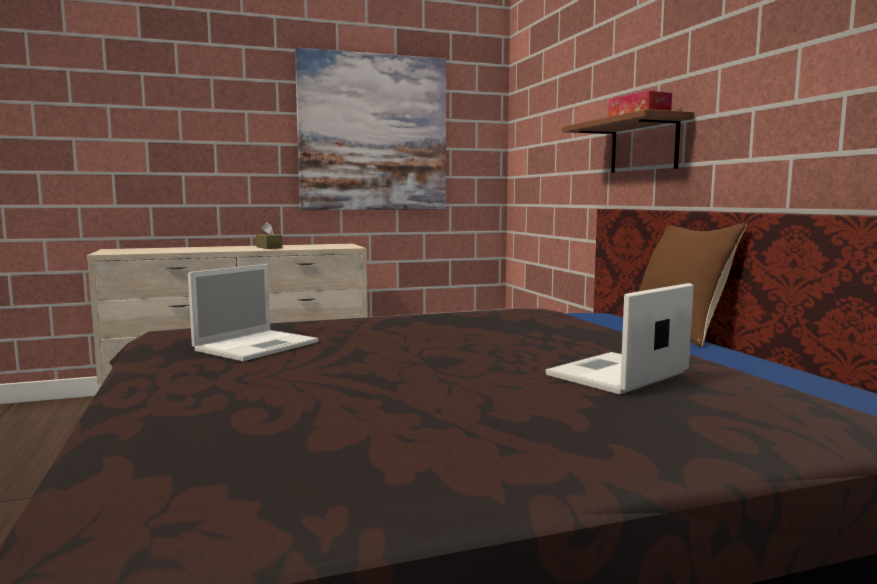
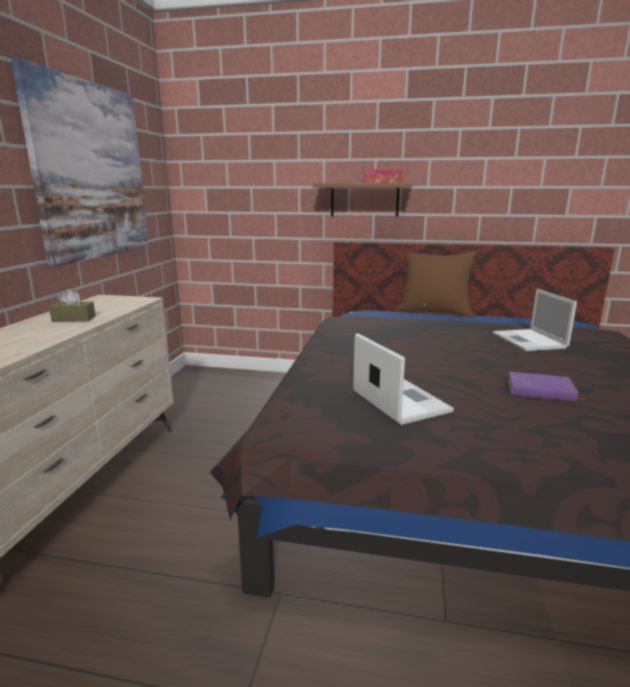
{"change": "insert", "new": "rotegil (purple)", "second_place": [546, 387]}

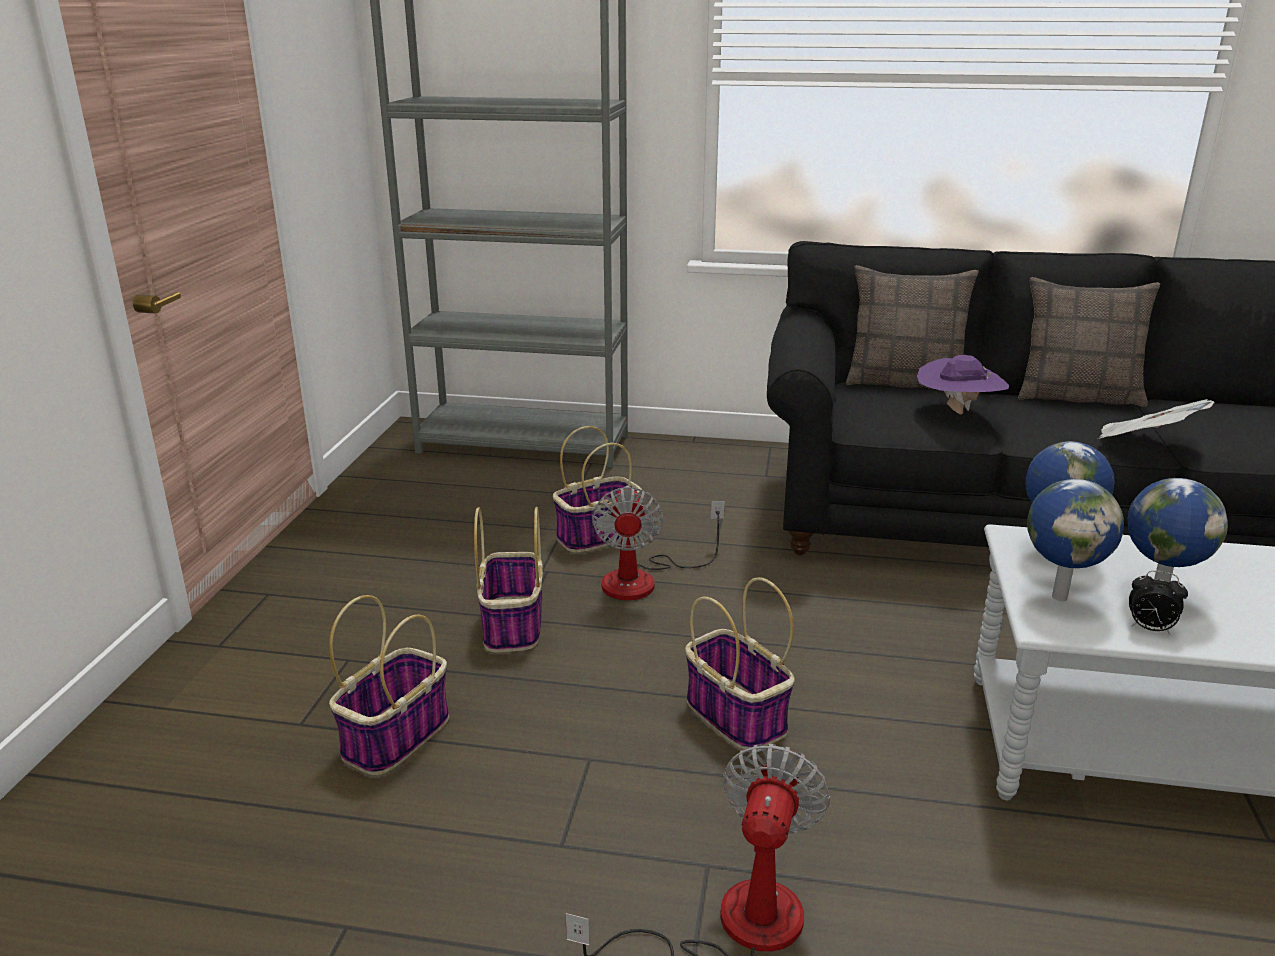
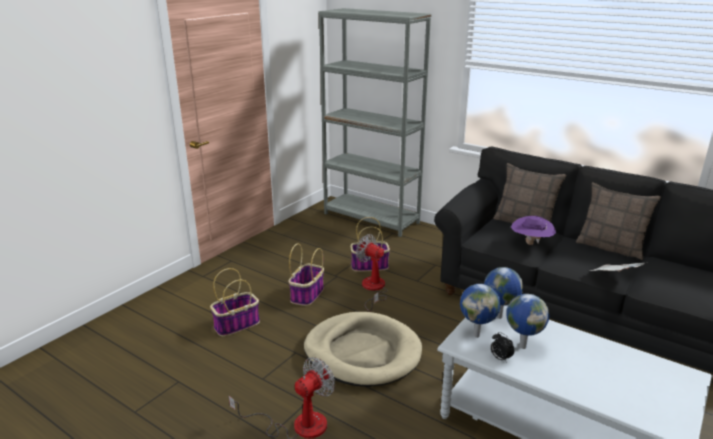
{"change": "rotate", "old": "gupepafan", "first_place": [658, 543], "second_place": [372, 272], "degrees": 105}
{"change": "replace", "old": "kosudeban", "new": "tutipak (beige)", "first_place": [739, 663], "second_place": [363, 349]}

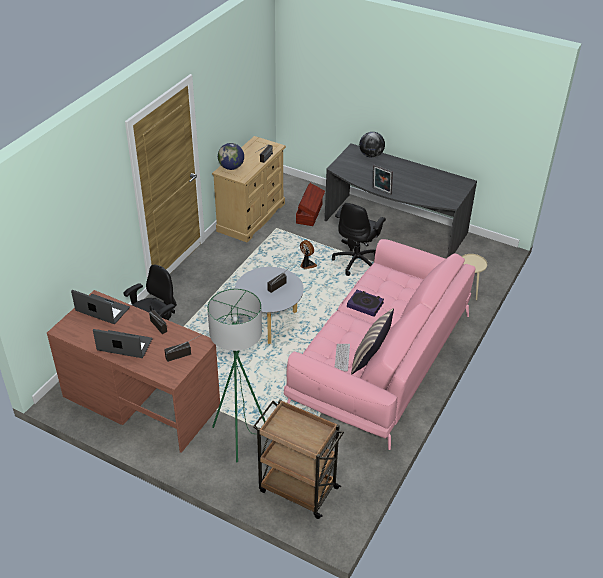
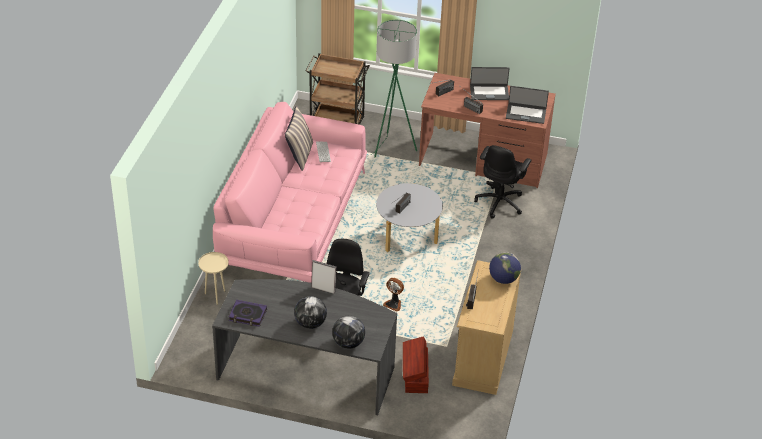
{"change": "move", "old": "rotegil", "first_place": [365, 303], "second_place": [248, 313]}
{"change": "insert", "new": "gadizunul", "second_place": [310, 312]}

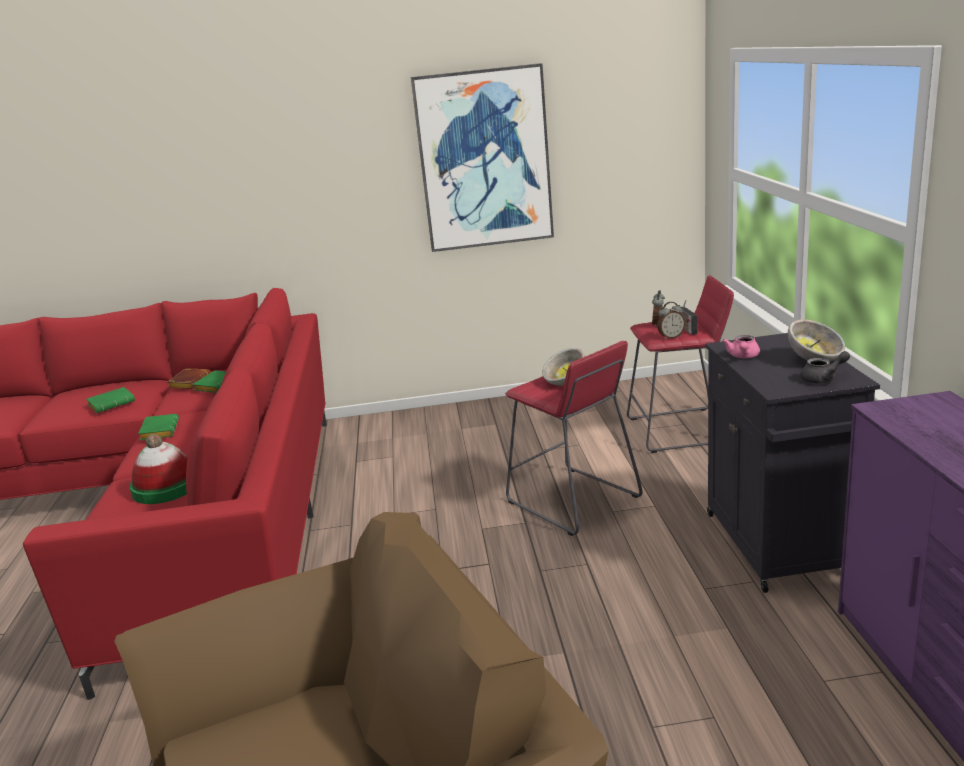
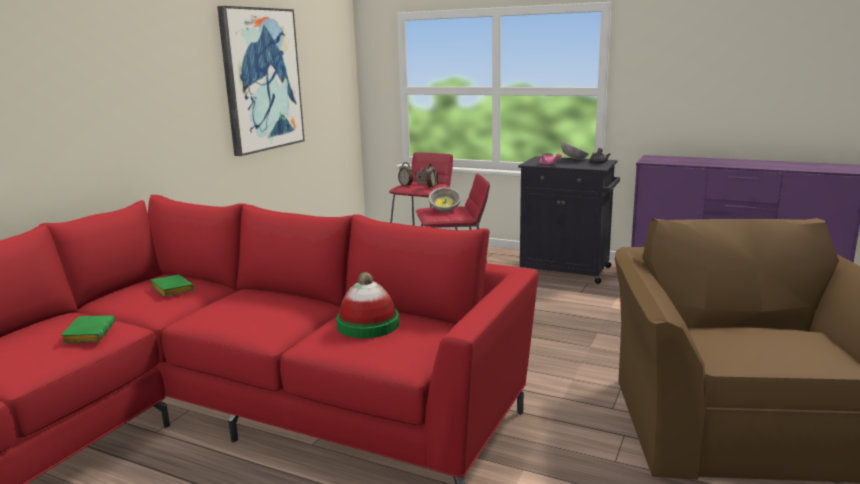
{"change": "delete", "old": "rotegil (green)", "first_place": [158, 427]}
{"change": "delete", "old": "rotegil (brown)", "first_place": [189, 378]}

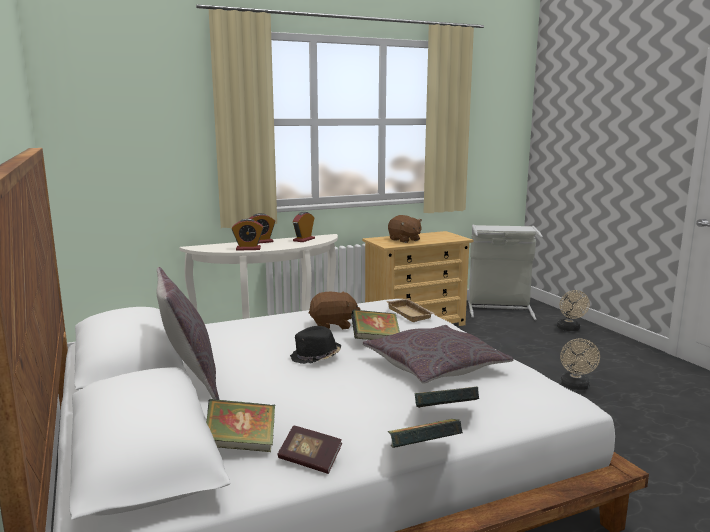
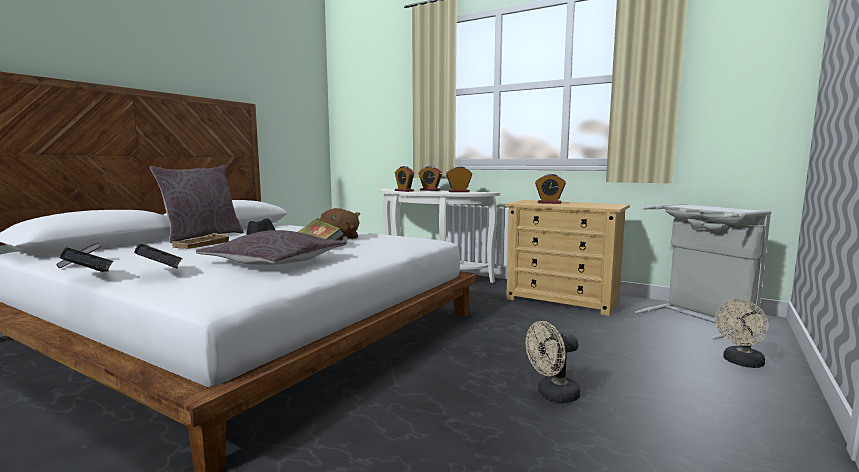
{"change": "delete", "old": "rotegil", "first_place": [240, 425]}
{"change": "move", "old": "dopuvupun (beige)", "first_place": [410, 310], "second_place": [201, 241]}
{"change": "replace", "old": "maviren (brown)", "new": "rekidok", "first_place": [405, 229], "second_place": [550, 189]}

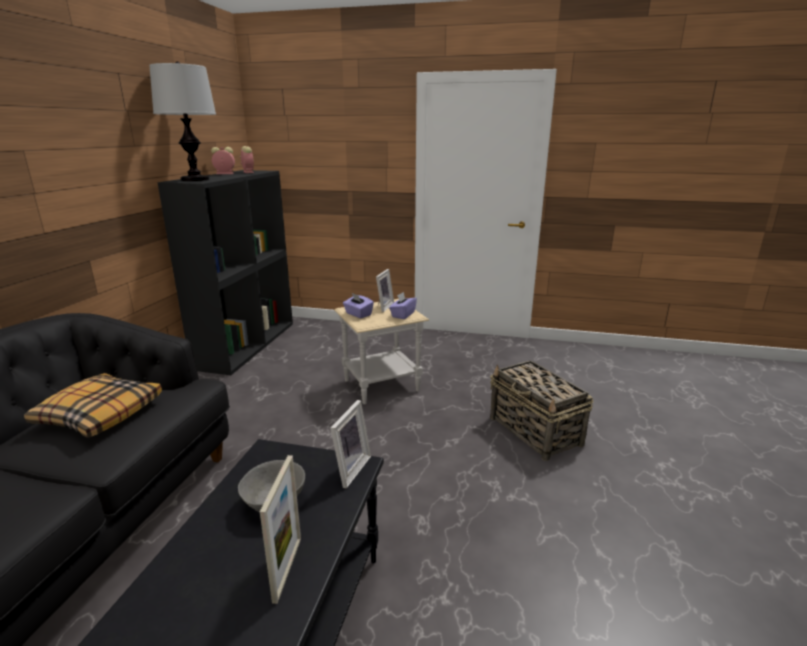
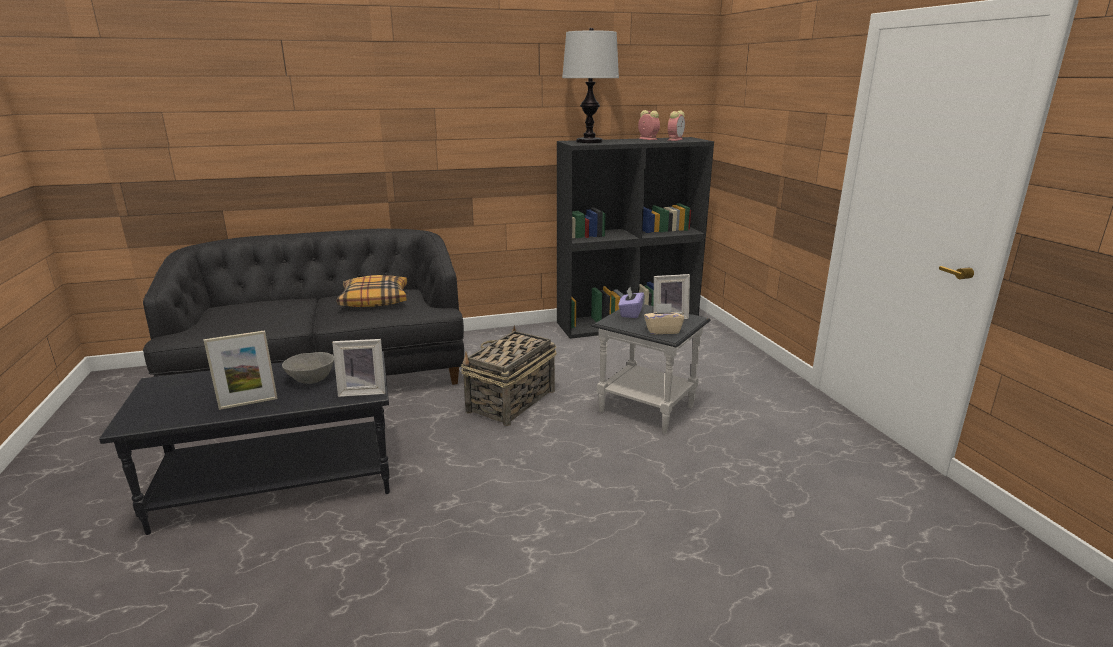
{"change": "recolor", "old": "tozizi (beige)", "new": "tozizi (black)", "first_place": [381, 351], "second_place": [651, 369]}
{"change": "recolor", "old": "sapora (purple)", "new": "sapora (beige)", "first_place": [403, 305], "second_place": [664, 318]}
{"change": "move", "old": "kosudeban", "first_place": [541, 410], "second_place": [509, 376]}

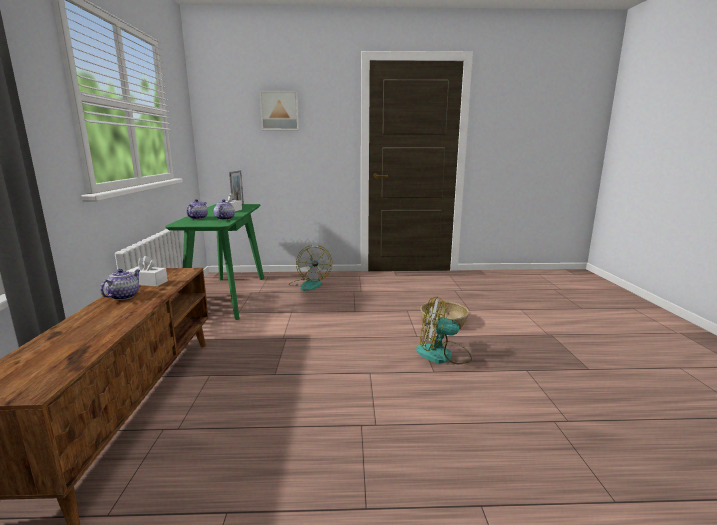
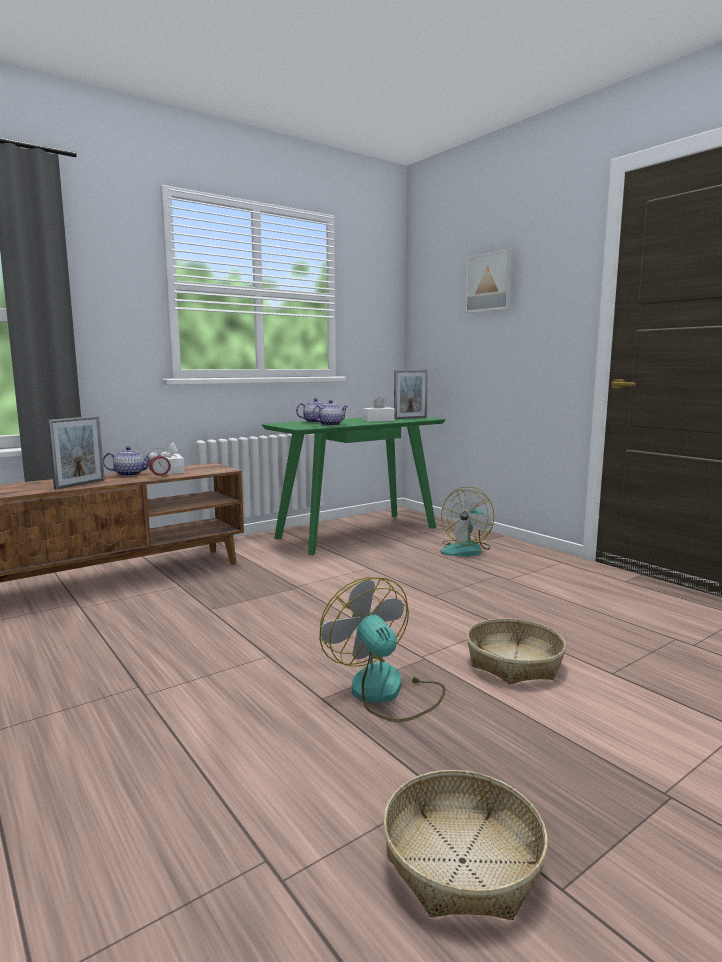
{"change": "insert", "new": "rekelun", "second_place": [76, 452]}
{"change": "insert", "new": "rekidok", "second_place": [159, 463]}
{"change": "insert", "new": "kosudeban", "second_place": [465, 845]}

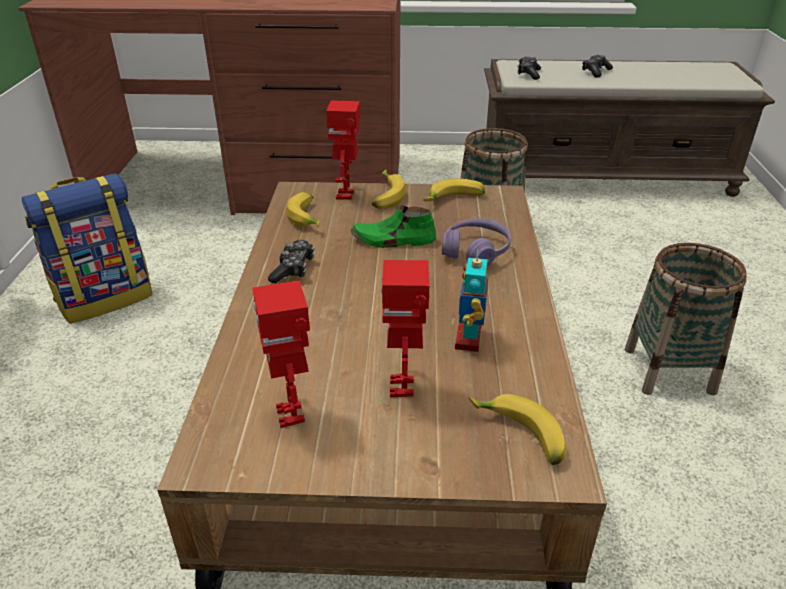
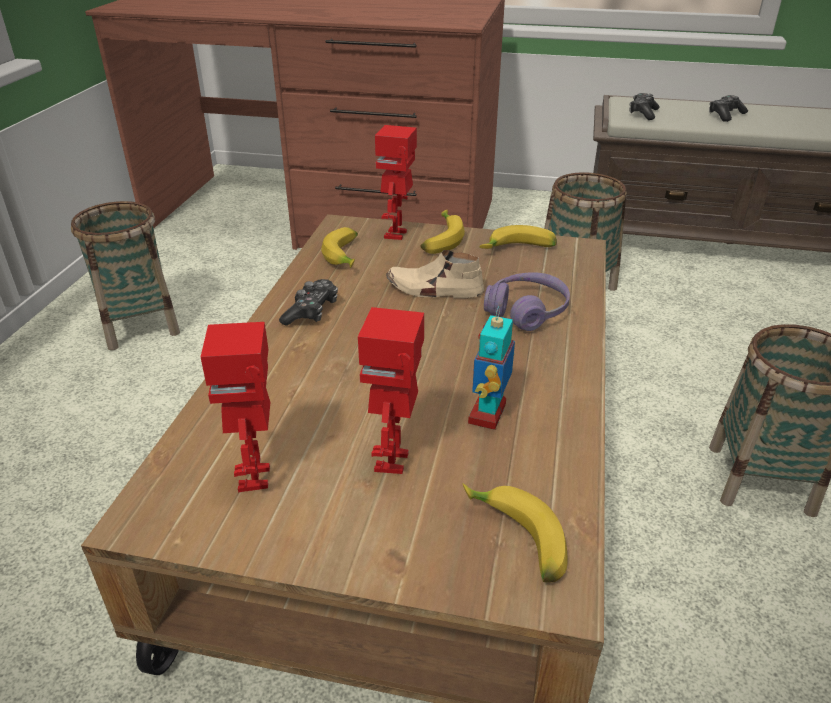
{"change": "replace", "old": "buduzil", "new": "kosudeban", "first_place": [87, 249], "second_place": [125, 275]}
{"change": "recolor", "old": "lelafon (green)", "new": "lelafon (beige)", "first_place": [393, 227], "second_place": [435, 274]}

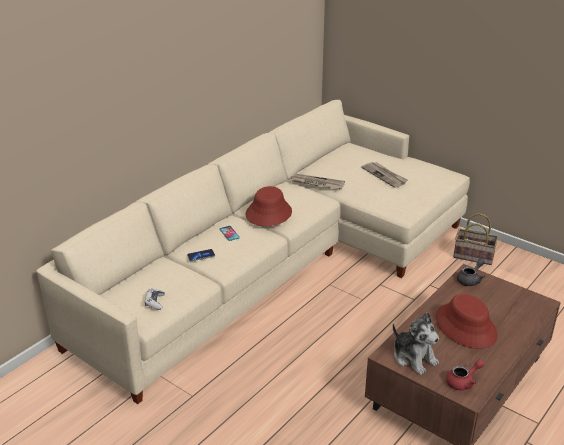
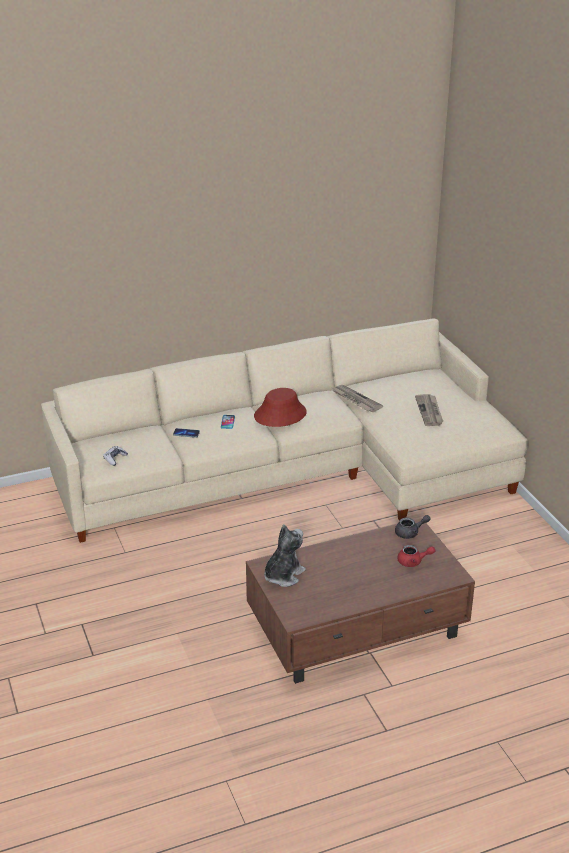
{"change": "rotate", "old": "maviren", "first_place": [416, 343], "second_place": [285, 555], "degrees": -135}
{"change": "delete", "old": "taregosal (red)", "first_place": [467, 321]}
{"change": "move", "old": "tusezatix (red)", "first_place": [465, 374], "second_place": [416, 556]}
{"change": "delete", "old": "kosudeban", "first_place": [475, 239]}

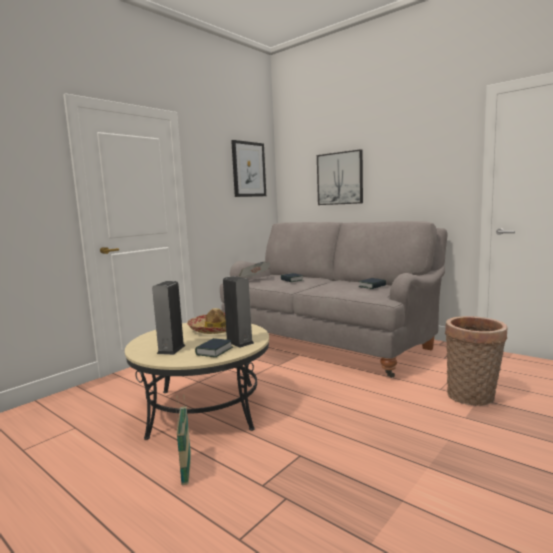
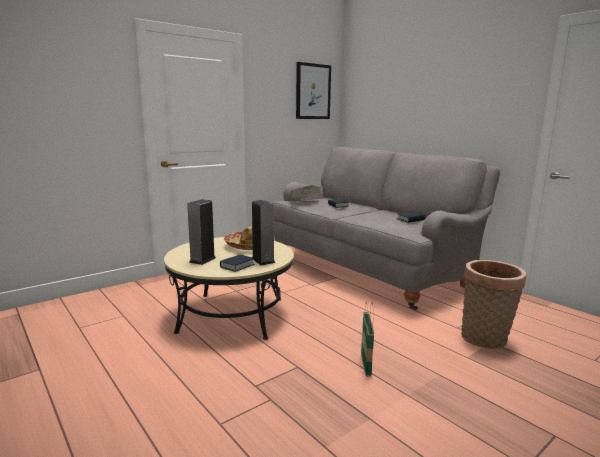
{"change": "move", "old": "kosudeban", "first_place": [183, 440], "second_place": [367, 339]}
{"change": "delete", "old": "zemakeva", "first_place": [340, 177]}

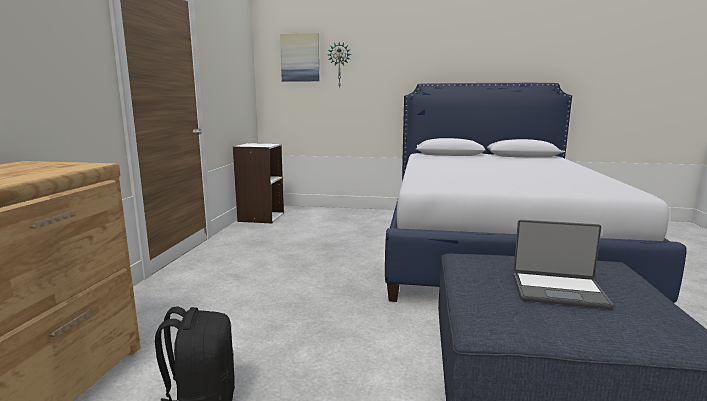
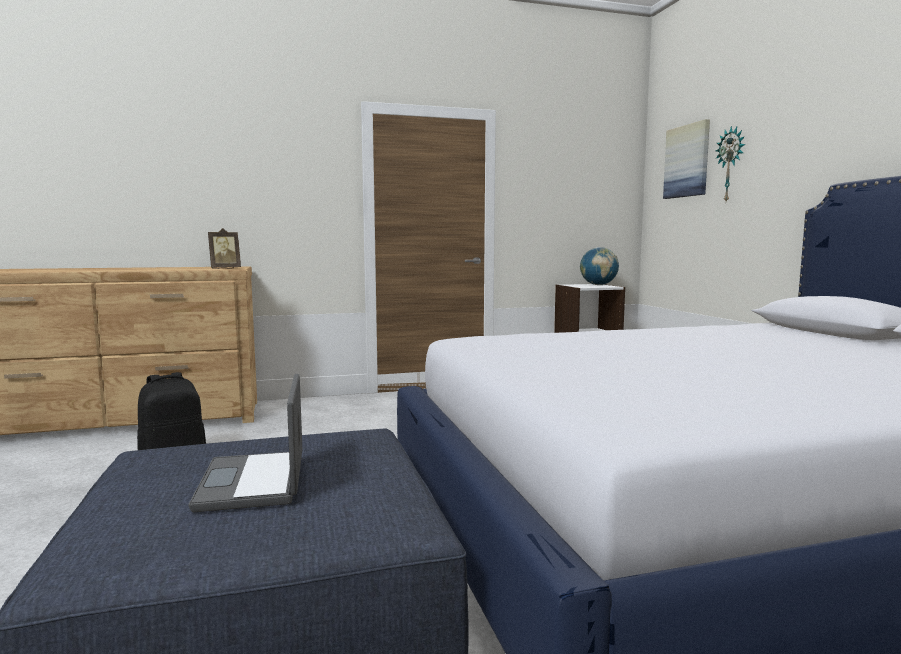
{"change": "insert", "new": "rekelun", "second_place": [224, 248]}
{"change": "insert", "new": "gadizunul", "second_place": [599, 266]}

